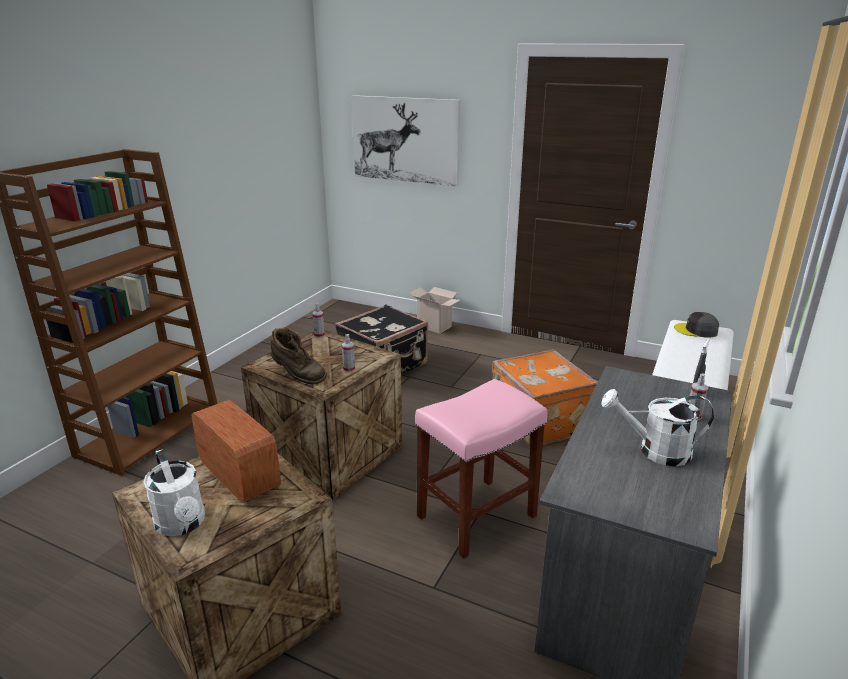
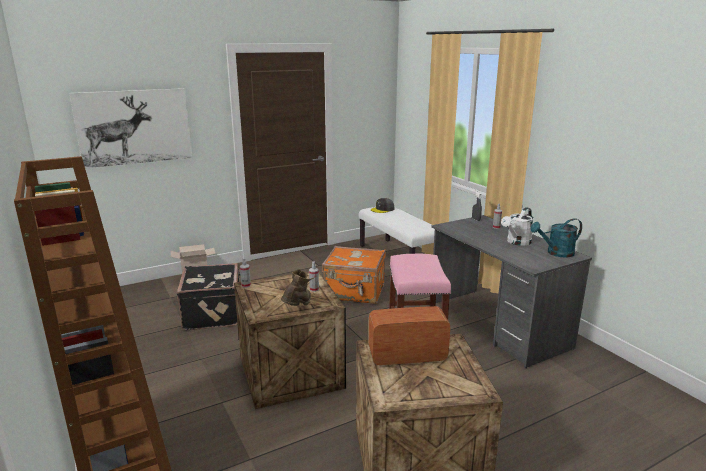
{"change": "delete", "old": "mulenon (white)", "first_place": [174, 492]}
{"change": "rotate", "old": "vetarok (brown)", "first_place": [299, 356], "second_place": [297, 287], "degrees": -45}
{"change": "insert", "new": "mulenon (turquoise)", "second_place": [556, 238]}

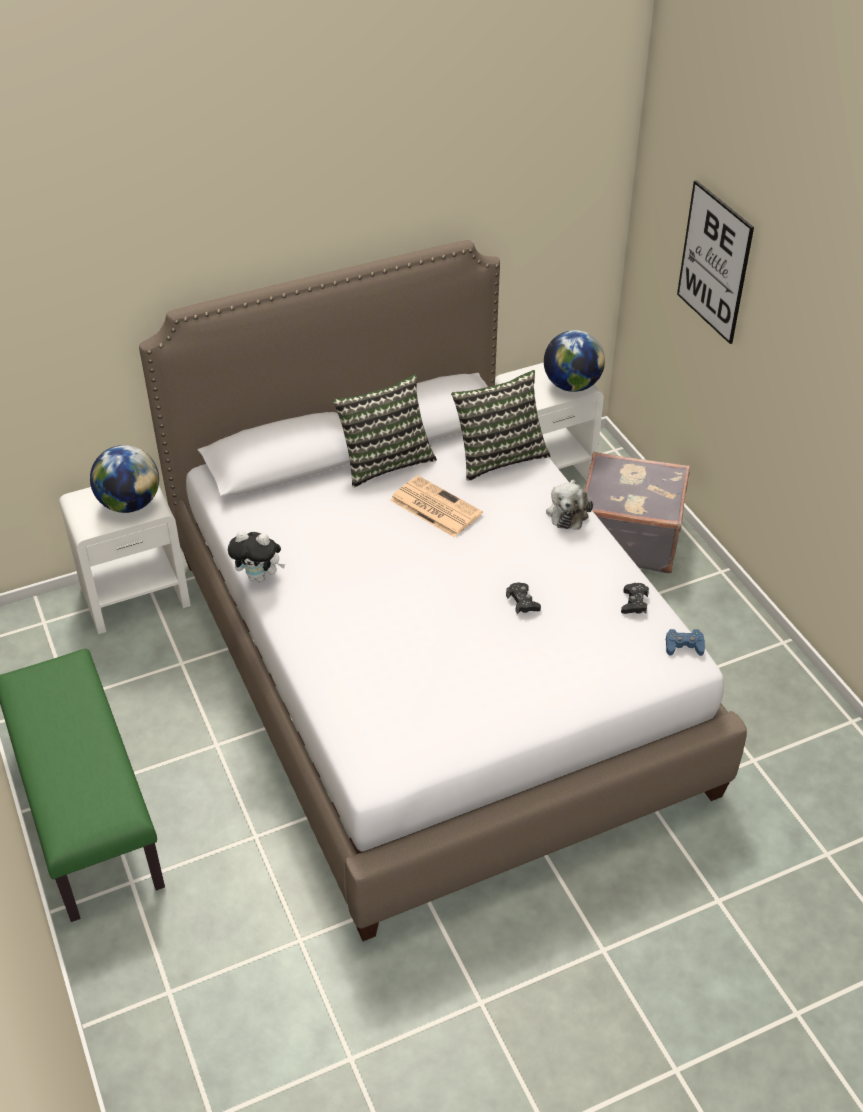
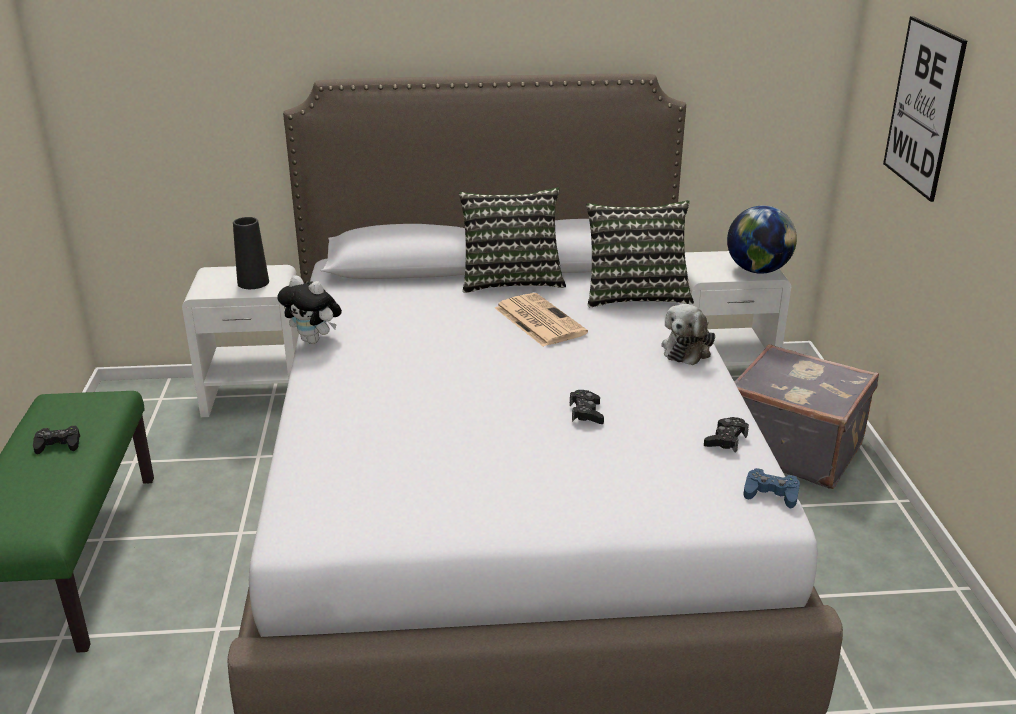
{"change": "replace", "old": "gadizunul", "new": "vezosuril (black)", "first_place": [124, 479], "second_place": [251, 253]}
{"change": "insert", "new": "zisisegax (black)", "second_place": [56, 440]}

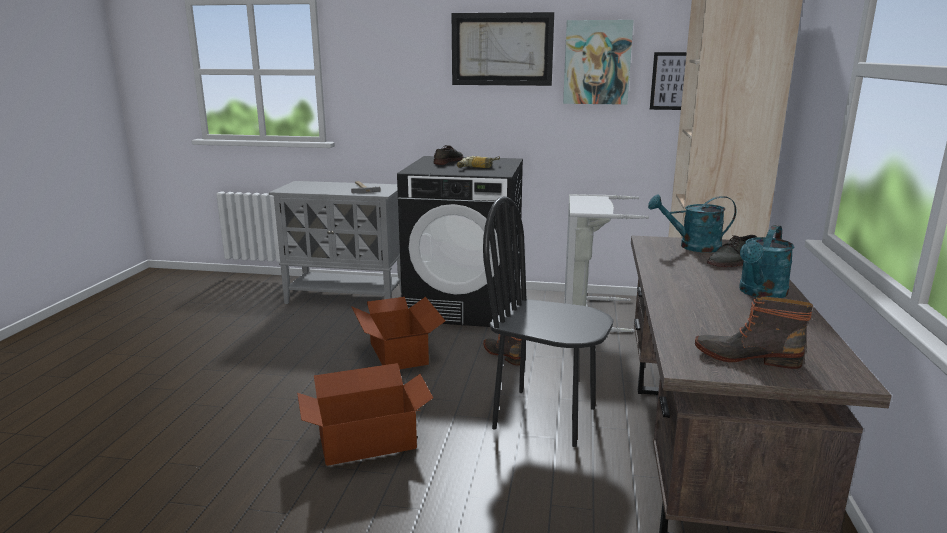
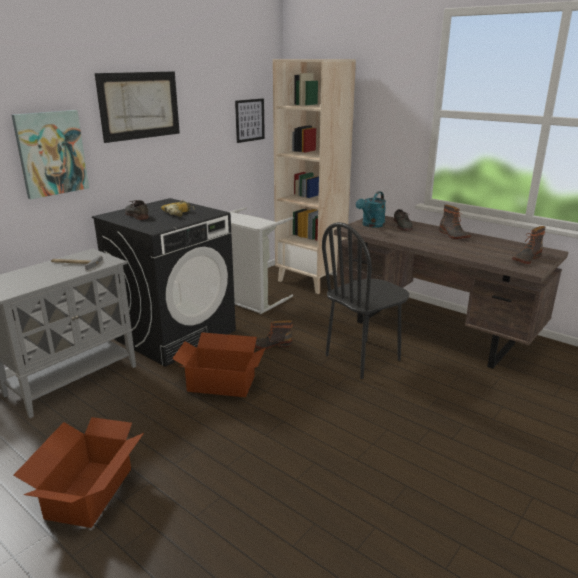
{"change": "move", "old": "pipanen", "first_place": [365, 414], "second_place": [79, 472]}
{"change": "move", "old": "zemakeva", "first_place": [598, 62], "second_place": [50, 154]}
{"change": "replace", "old": "mulenon (turquoise)", "new": "vetarok", "first_place": [766, 261], "second_place": [455, 222]}

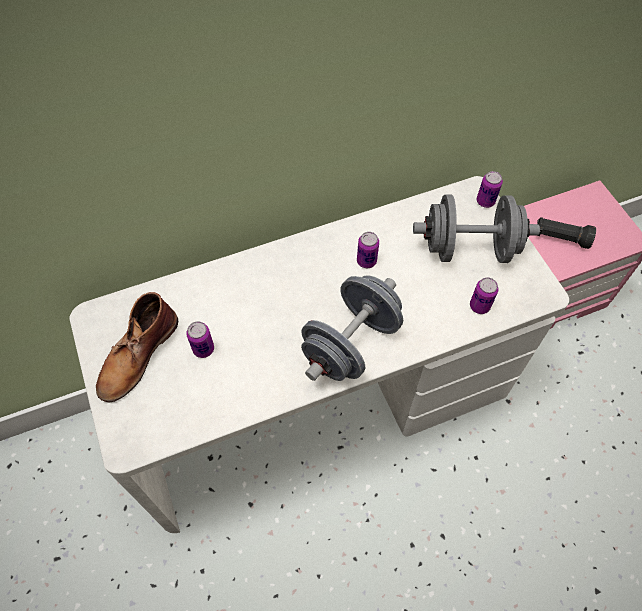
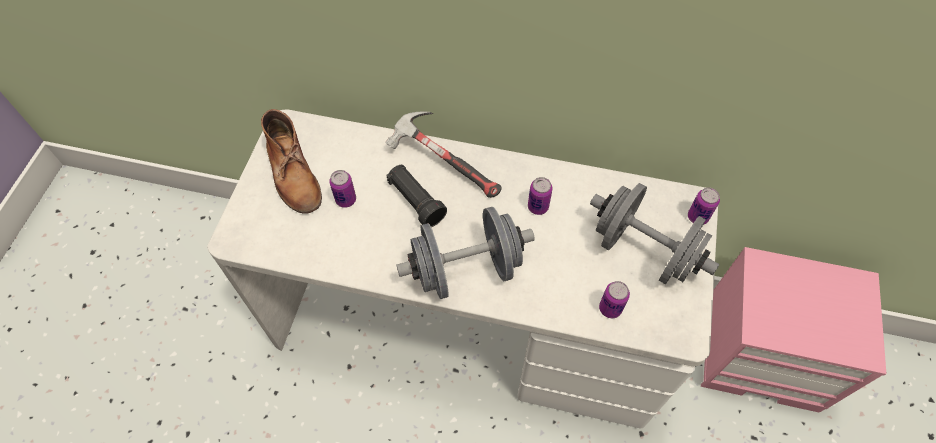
{"change": "rotate", "old": "vetarok (brown)", "first_place": [137, 347], "second_place": [291, 161], "degrees": -90}
{"change": "move", "old": "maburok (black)", "first_place": [566, 233], "second_place": [417, 196]}
{"change": "insert", "new": "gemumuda", "second_place": [444, 155]}

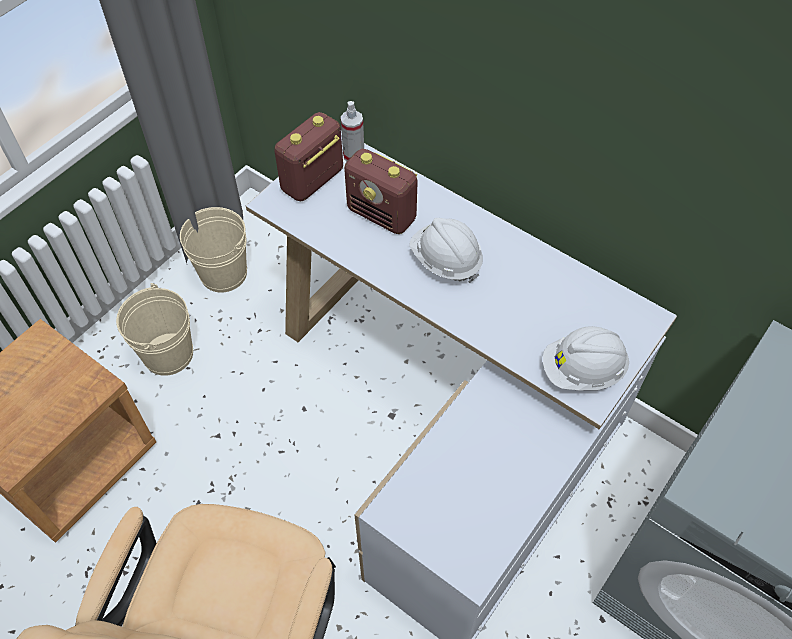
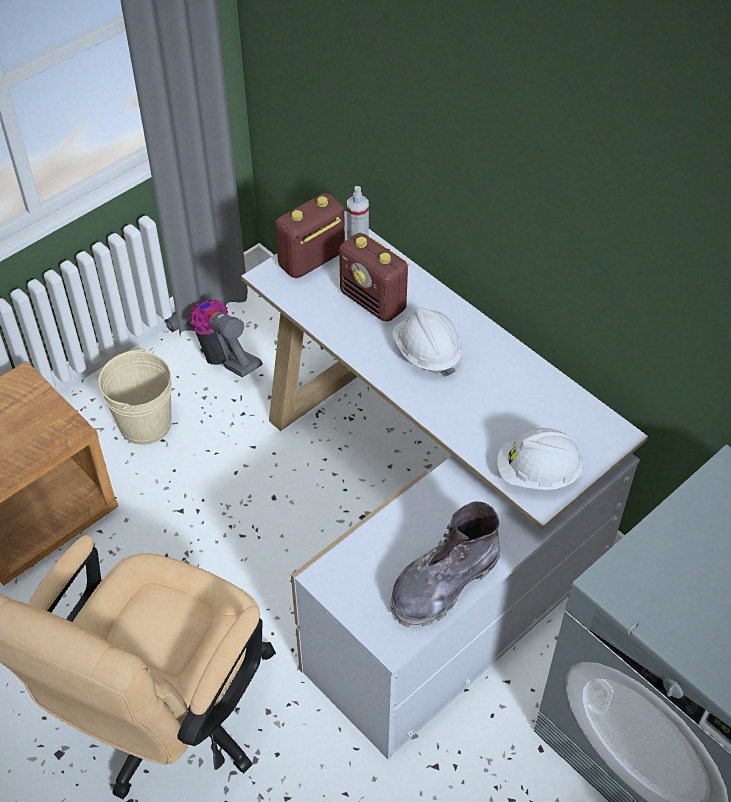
{"change": "replace", "old": "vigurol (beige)", "new": "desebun", "first_place": [213, 249], "second_place": [213, 338]}
{"change": "insert", "new": "vetarok (grey)", "second_place": [445, 565]}

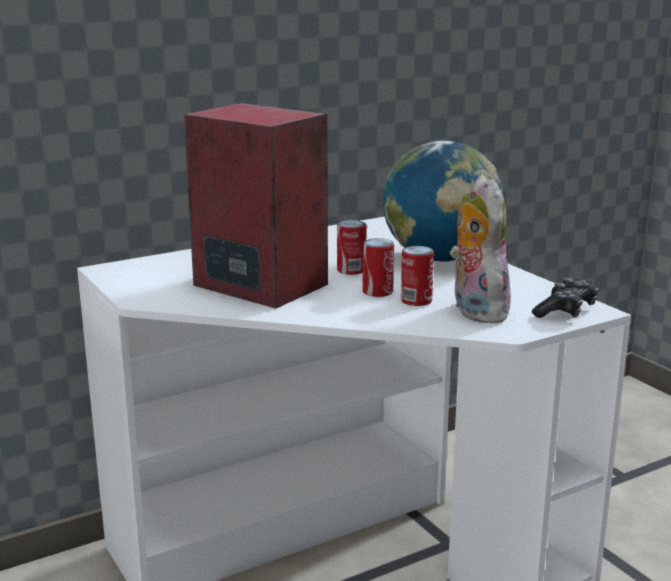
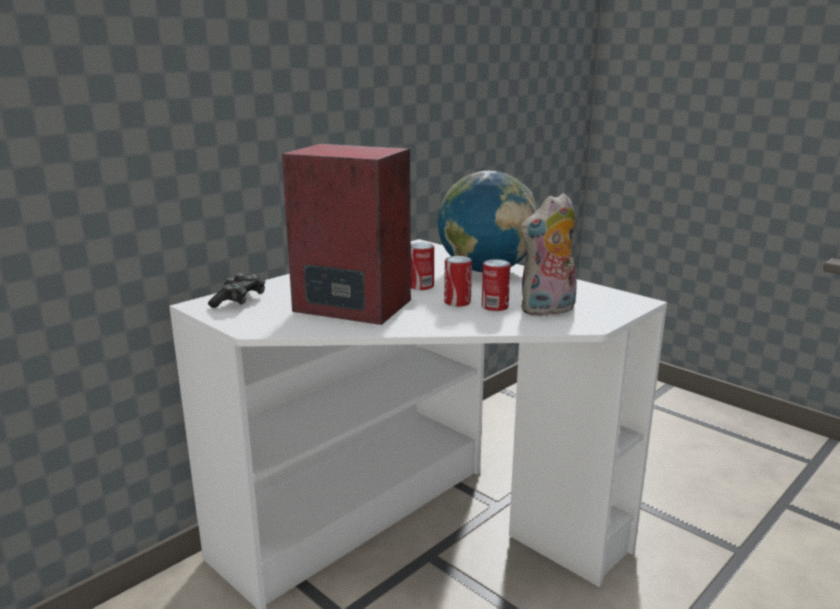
{"change": "rotate", "old": "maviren", "first_place": [481, 249], "second_place": [548, 255], "degrees": -90}
{"change": "move", "old": "zisisegax", "first_place": [565, 297], "second_place": [236, 290]}

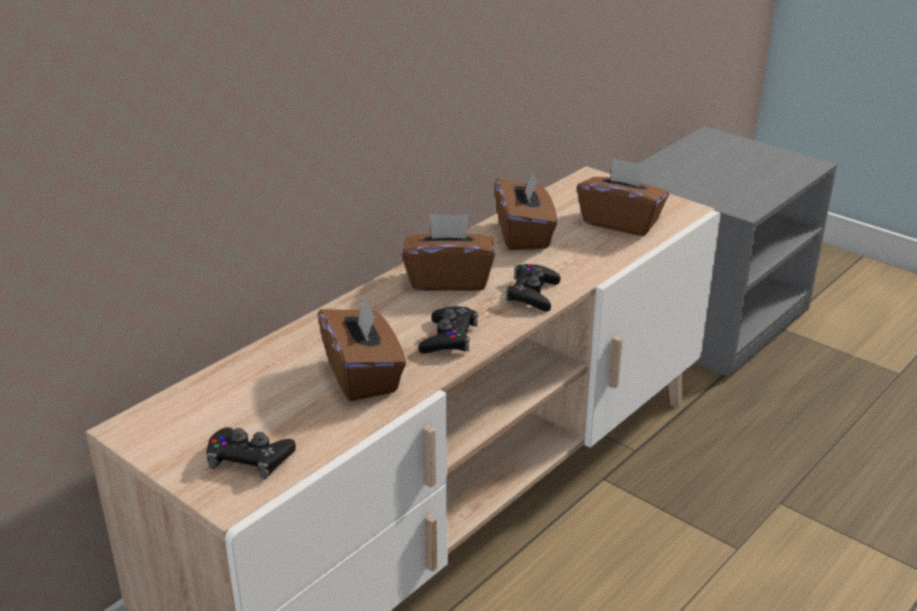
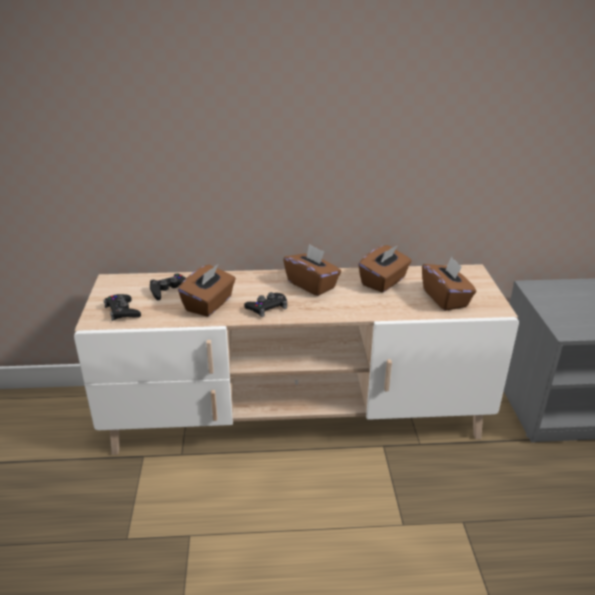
{"change": "move", "old": "zisisegax (black)", "first_place": [532, 288], "second_place": [168, 286]}

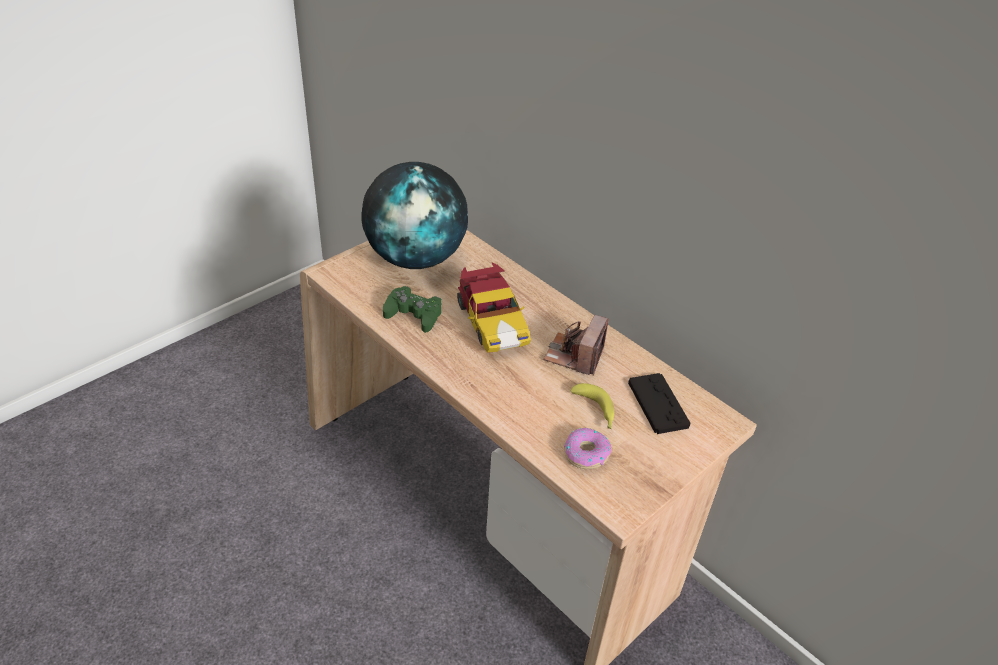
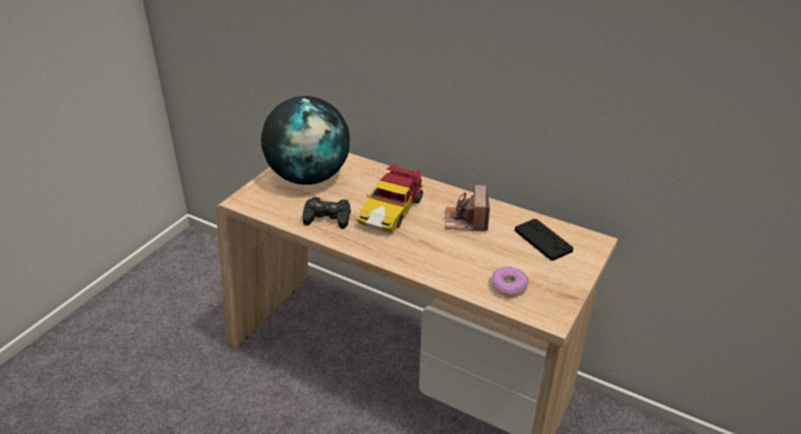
{"change": "recolor", "old": "zisisegax (green)", "new": "zisisegax (black)", "first_place": [412, 309], "second_place": [326, 213]}
{"change": "rotate", "old": "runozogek", "first_place": [494, 307], "second_place": [390, 198], "degrees": 60}
{"change": "delete", "old": "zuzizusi", "first_place": [592, 406]}

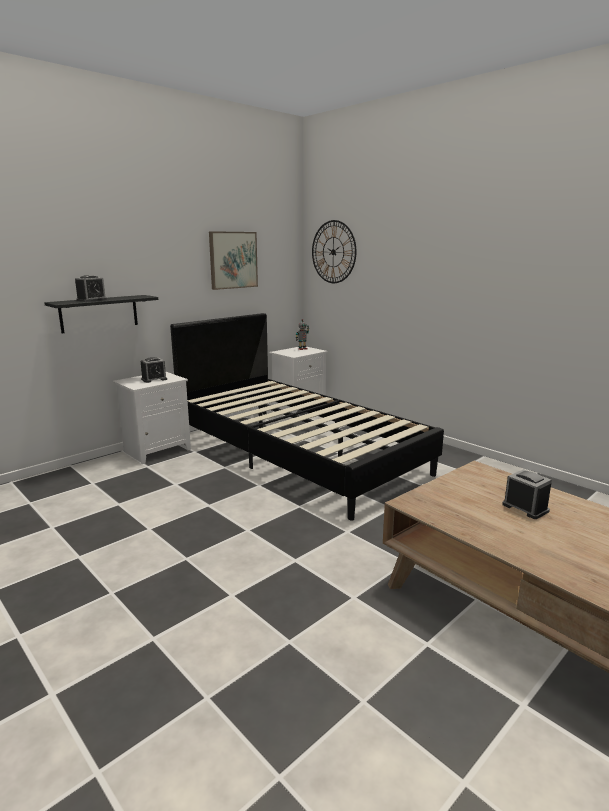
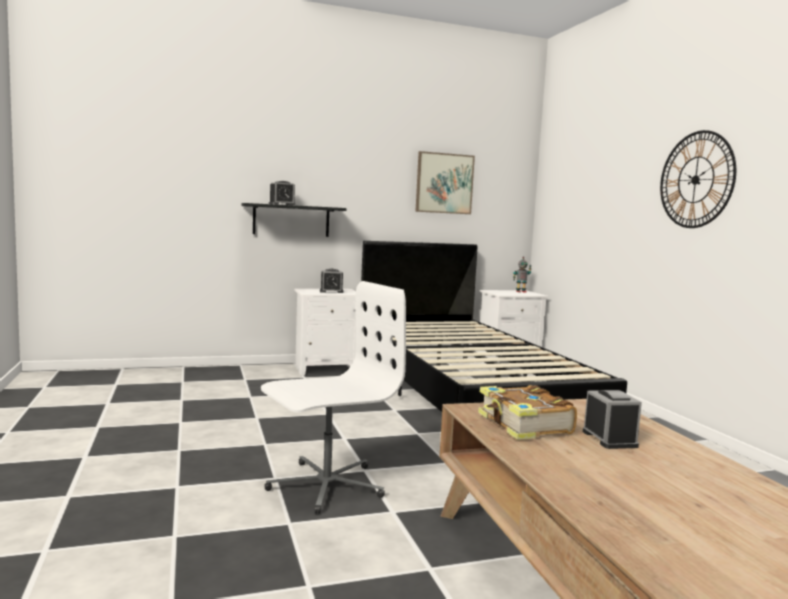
{"change": "move", "old": "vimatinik", "first_place": [334, 251], "second_place": [698, 179]}
{"change": "insert", "new": "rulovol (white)", "second_place": [333, 397]}
{"change": "insert", "new": "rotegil", "second_place": [527, 412]}

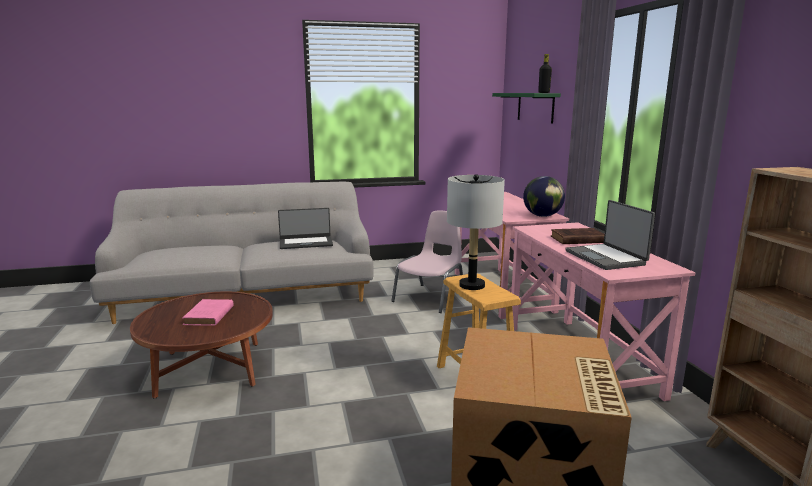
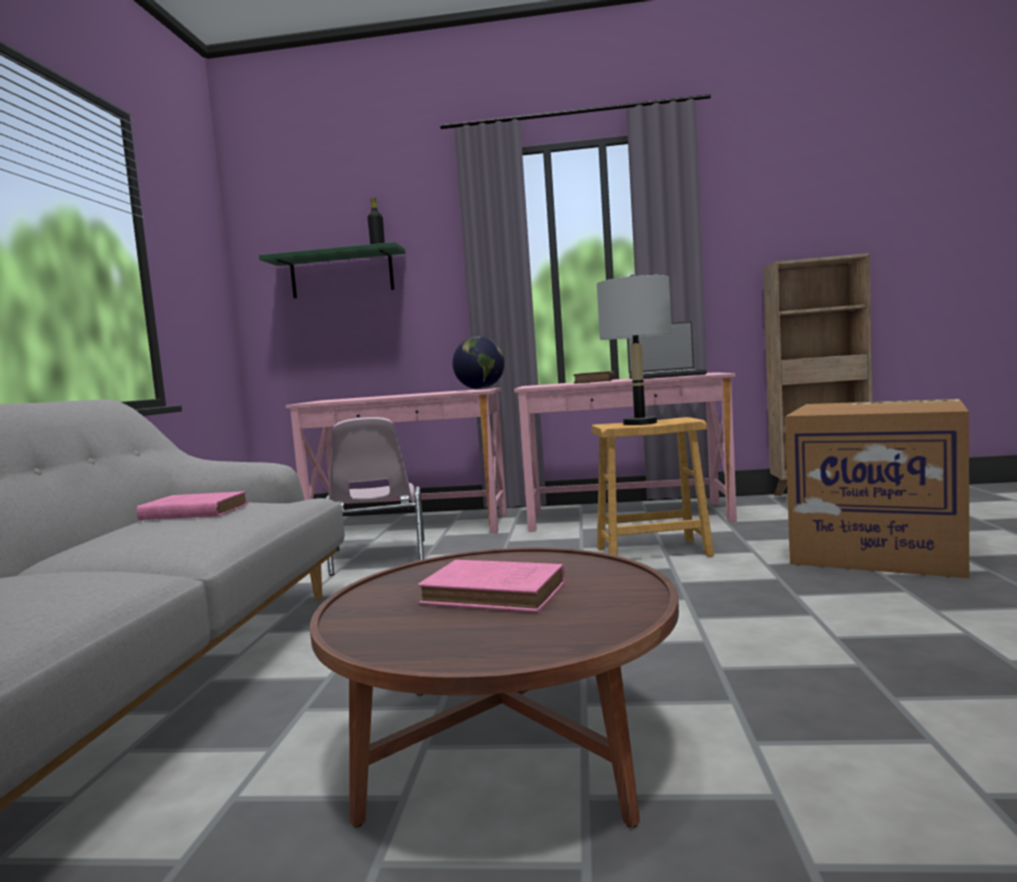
{"change": "replace", "old": "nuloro", "new": "rotegil (pink)", "first_place": [305, 228], "second_place": [192, 505]}
{"change": "rotate", "old": "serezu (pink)", "first_place": [427, 261], "second_place": [374, 496], "degrees": -150}

